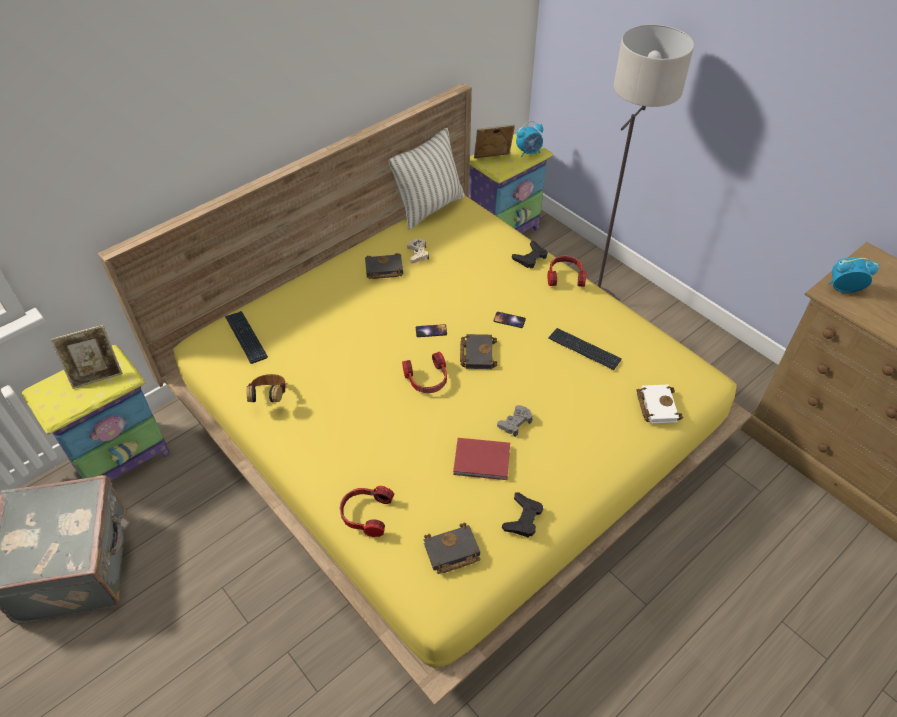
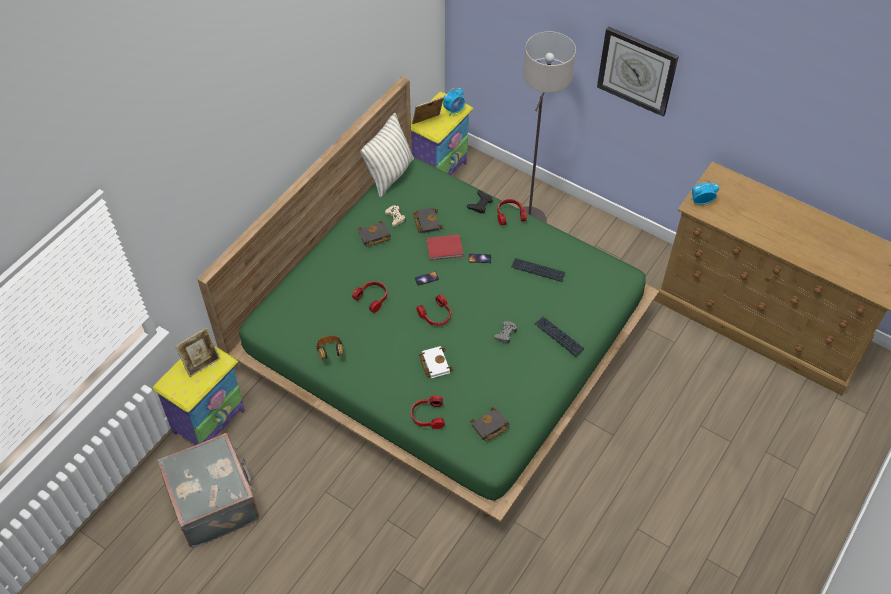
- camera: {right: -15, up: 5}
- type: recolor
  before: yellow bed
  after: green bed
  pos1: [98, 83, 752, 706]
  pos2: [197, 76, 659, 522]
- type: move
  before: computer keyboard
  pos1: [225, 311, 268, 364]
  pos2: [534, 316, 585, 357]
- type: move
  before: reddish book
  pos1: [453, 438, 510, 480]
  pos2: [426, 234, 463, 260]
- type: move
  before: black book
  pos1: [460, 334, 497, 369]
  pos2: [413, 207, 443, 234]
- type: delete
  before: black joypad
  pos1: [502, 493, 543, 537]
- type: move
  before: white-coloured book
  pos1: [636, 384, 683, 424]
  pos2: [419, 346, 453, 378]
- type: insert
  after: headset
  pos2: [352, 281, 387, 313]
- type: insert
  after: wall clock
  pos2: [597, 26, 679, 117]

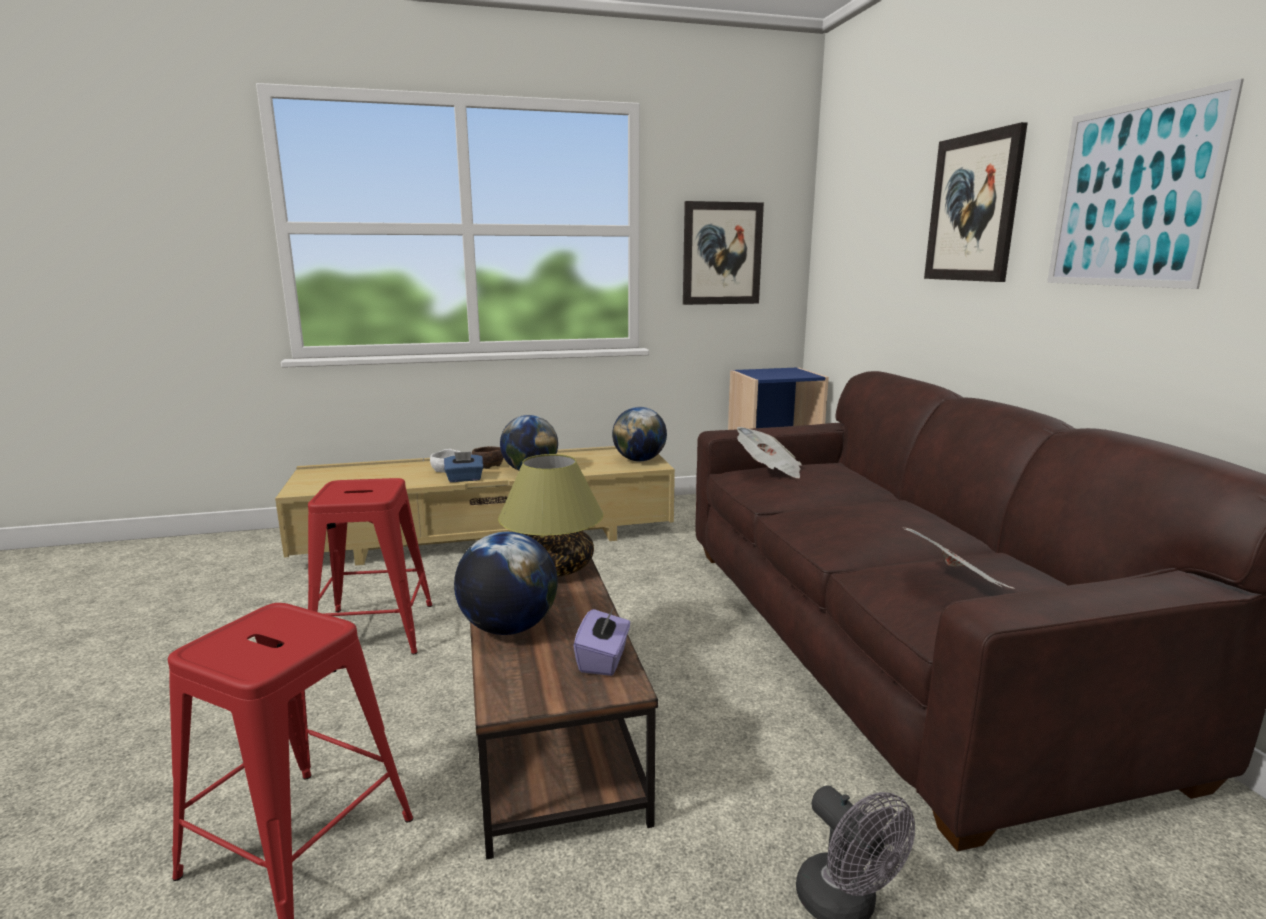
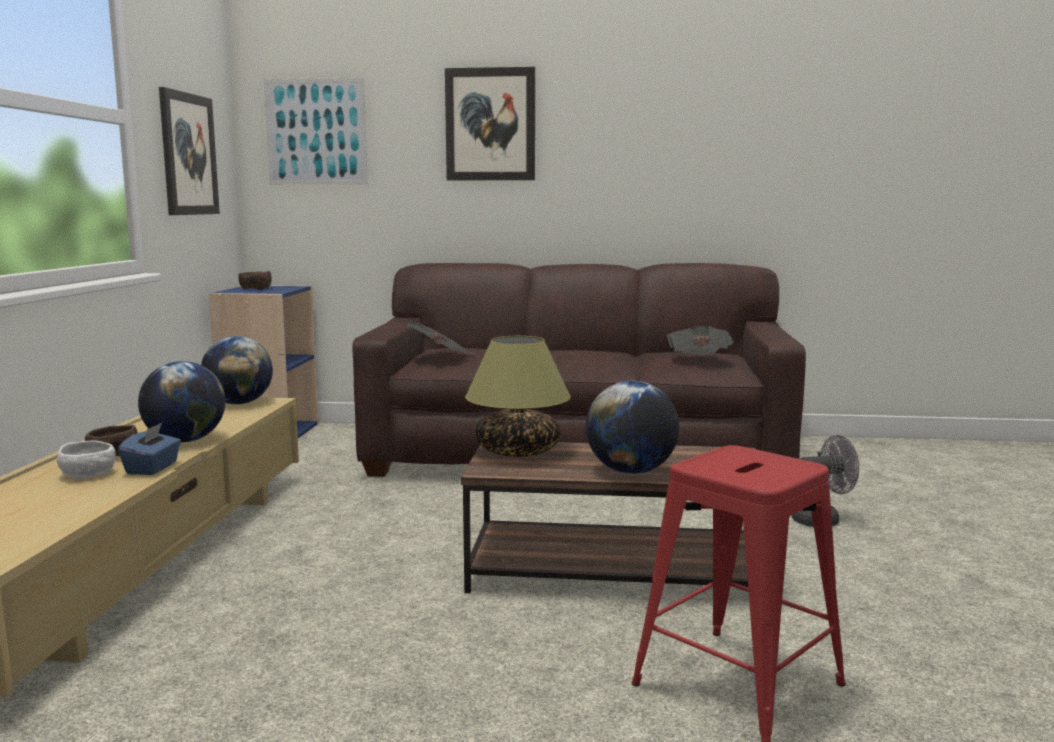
- camera: {right: -70, up: -5}
- type: delete
  before: reddish stool
  pos1: [308, 478, 433, 654]
- type: delete
  before: purple tissue box
  pos1: [573, 607, 630, 676]
- type: move
  before: picture
  pos1: [1047, 79, 1244, 289]
  pos2: [264, 78, 368, 184]
- type: insert
  after: brown-coloured serving bowl
  pos2: [238, 271, 272, 290]

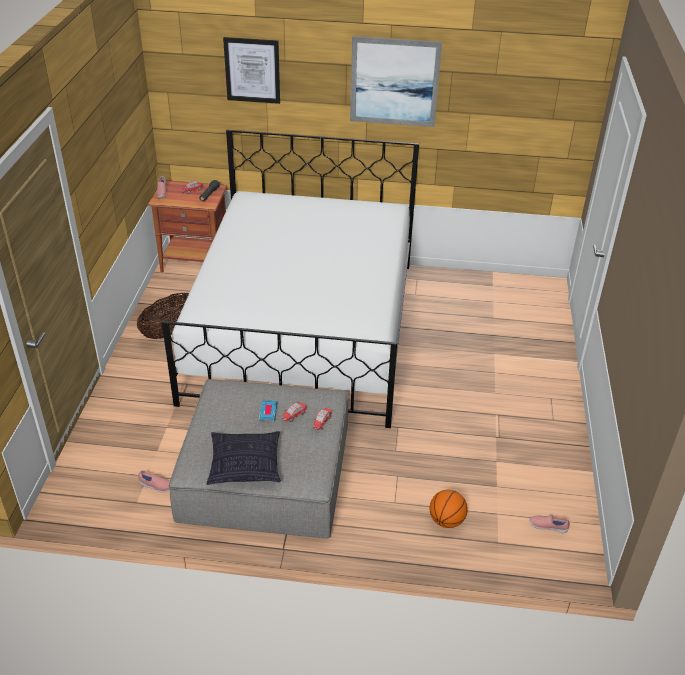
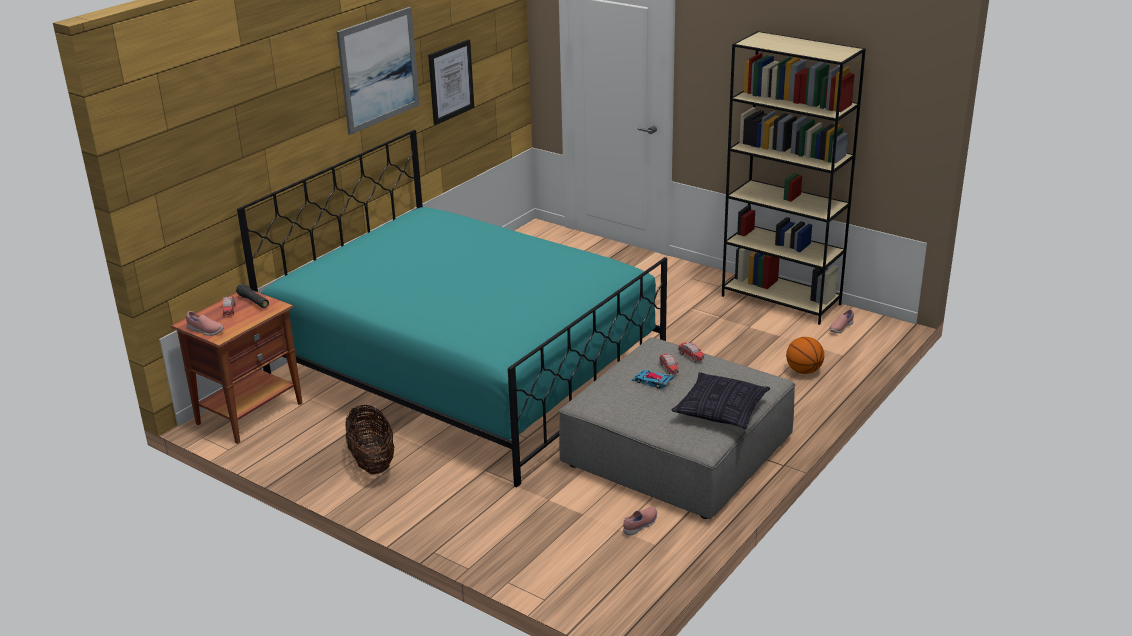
- camera: {right: -60, up: -10}
- type: recolor
  before: white-coloured bed
  after: turquoise-coloured bed
  pos1: [162, 130, 419, 428]
  pos2: [237, 130, 667, 487]
- type: move
  before: picture
  pos1: [223, 37, 280, 104]
  pos2: [428, 39, 474, 125]
- type: insert
  after: beige shelving unit
  pos2: [722, 31, 866, 325]

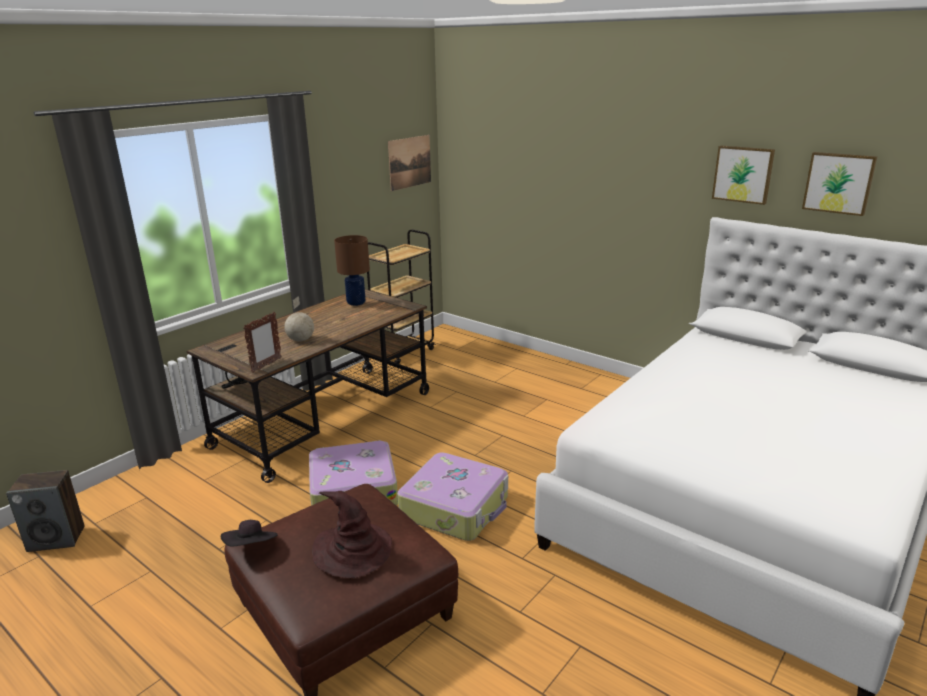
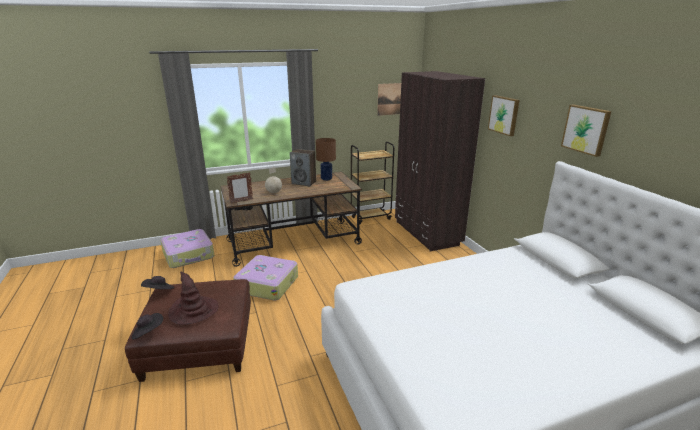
- camera: {right: 30, up: 0}
- type: move
  before: loudspeaker
  pos1: [6, 470, 85, 552]
  pos2: [290, 149, 316, 186]
- type: move
  before: travel case
  pos1: [397, 452, 508, 541]
  pos2: [160, 229, 215, 268]
- type: move
  before: picture
  pos1: [802, 152, 877, 216]
  pos2: [488, 95, 520, 136]
- type: insert
  after: black wearable hat
  pos2: [132, 313, 163, 340]
- type: insert
  after: brown-coloured armoire
  pos2: [395, 71, 485, 251]

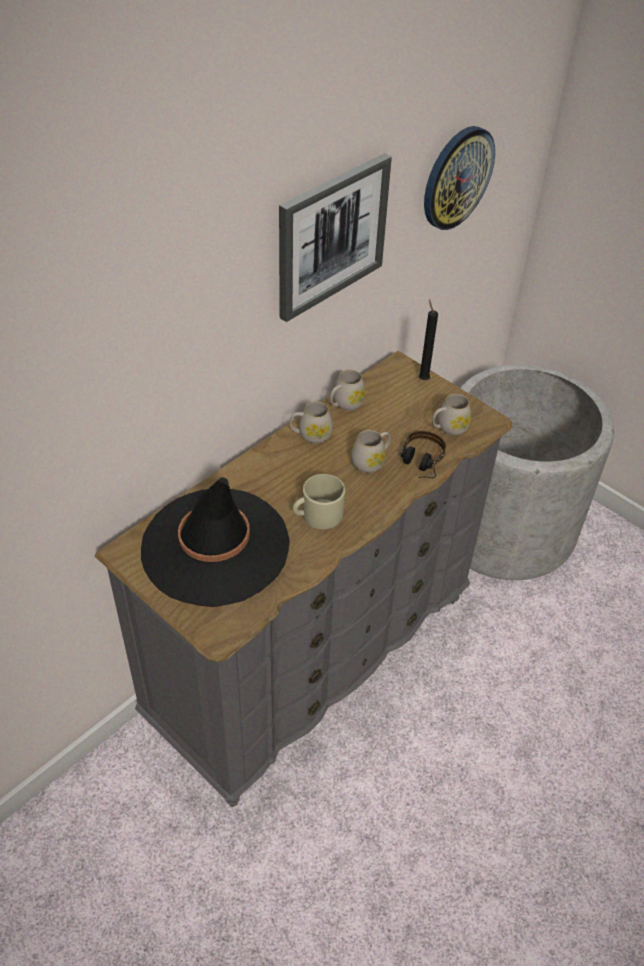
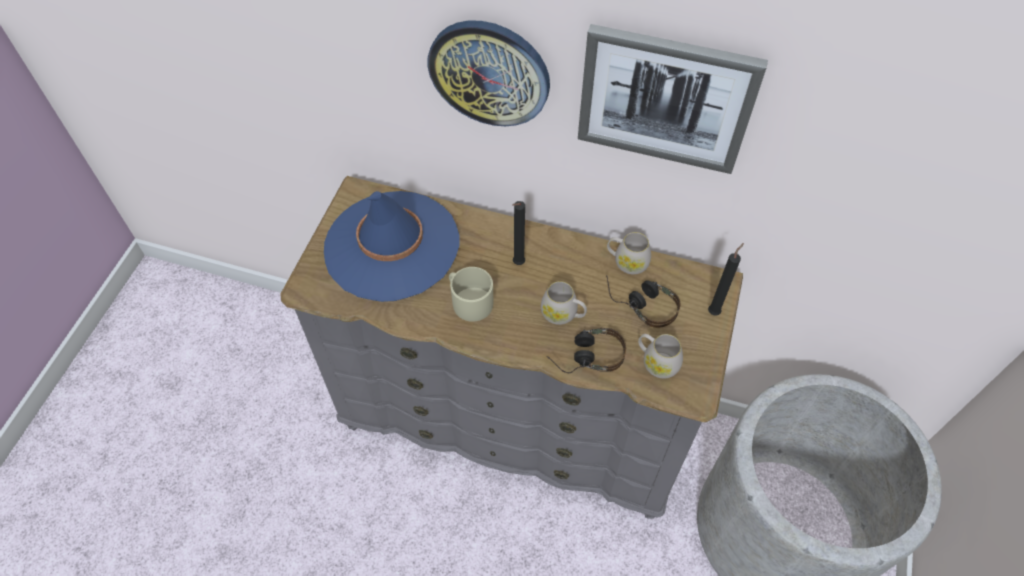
- camera: {right: 65, up: 10}
- type: recolor
  before: black wearable hat
  after: blue-coloured wearable hat
  pos1: [141, 477, 290, 607]
  pos2: [324, 191, 459, 302]
- type: delete
  before: white-coloured mug
  pos1: [290, 401, 333, 444]
- type: move
  before: wall clock
  pos1: [424, 126, 495, 230]
  pos2: [427, 20, 550, 126]
- type: insert
  after: black candle
  pos2: [512, 201, 525, 265]
- type: insert
  after: headset
  pos2: [606, 275, 680, 328]

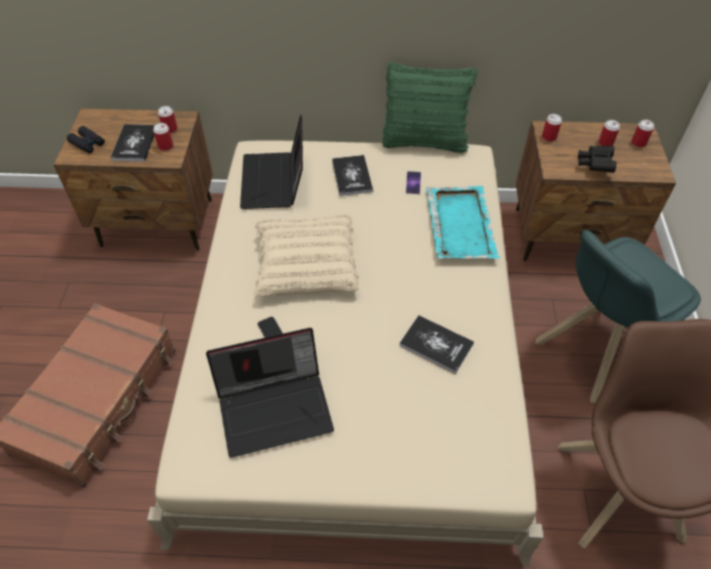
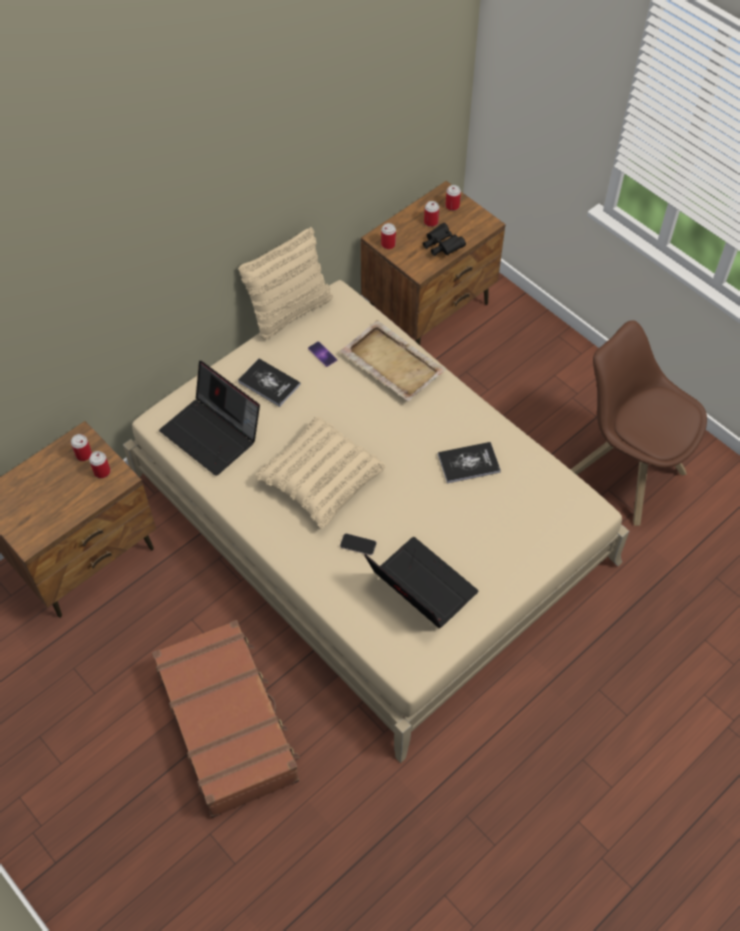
- camera: {right: -45, up: 5}
- type: delete
  before: black field glasses
  pos1: [67, 126, 105, 153]
- type: delete
  before: book
  pos1: [110, 124, 155, 162]
- type: rotate
  before: laptop
  pos1: [206, 328, 334, 458]
  pos2: [364, 537, 478, 628]
  turn: -75
- type: recolor
  before: green pillow
  after: beige pillow
  pos1: [382, 62, 478, 153]
  pos2: [238, 227, 333, 340]
- type: recolor
  before: turquoise-coloured carrying tray
  after: beige carrying tray
  pos1: [426, 186, 500, 259]
  pos2: [339, 320, 446, 401]
- type: delete
  before: turquoise-coloured chair
  pos1: [536, 230, 701, 403]

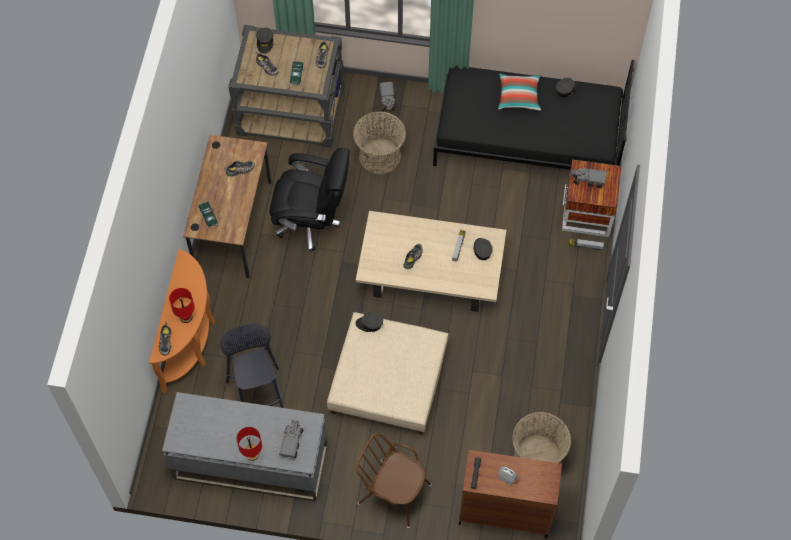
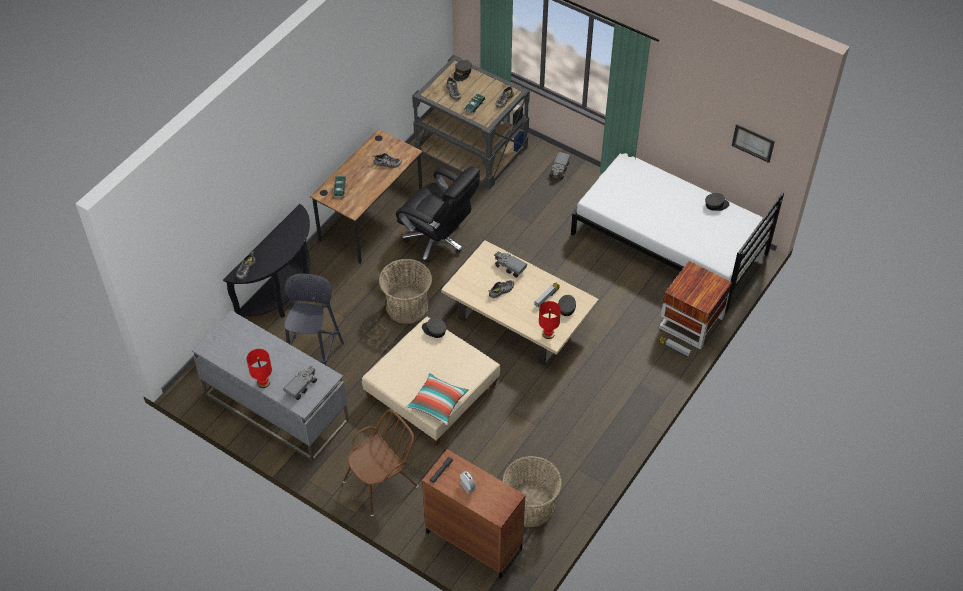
- camera: {right: 25, up: -10}
- type: recolor
  before: orange narrow table
  after: black narrow table
  pos1: [149, 249, 215, 393]
  pos2: [223, 204, 312, 318]
- type: move
  before: reddish lamp for a table
  pos1: [169, 288, 195, 323]
  pos2: [539, 301, 561, 339]
- type: move
  before: household basket
  pos1: [353, 112, 406, 175]
  pos2: [379, 259, 432, 324]
- type: rotate
  before: brown-coloured chair
  pos1: [356, 433, 432, 528]
  pos2: [343, 409, 419, 516]
  turn: 90
- type: recolor
  before: black bed
  after: white-coloured bed
  pos1: [433, 60, 634, 170]
  pos2: [571, 153, 784, 312]
- type: move
  before: pillow
  pos1: [498, 74, 541, 111]
  pos2: [407, 373, 468, 425]
- type: move
  before: toy lorry
  pos1: [571, 168, 607, 188]
  pos2: [494, 252, 527, 278]
- type: insert
  after: picture
  pos2: [732, 124, 775, 163]

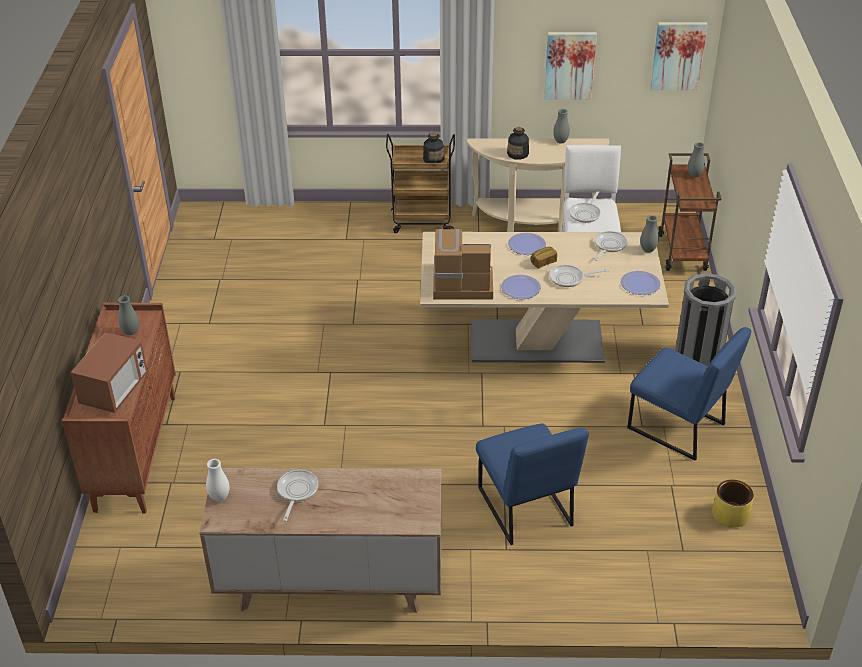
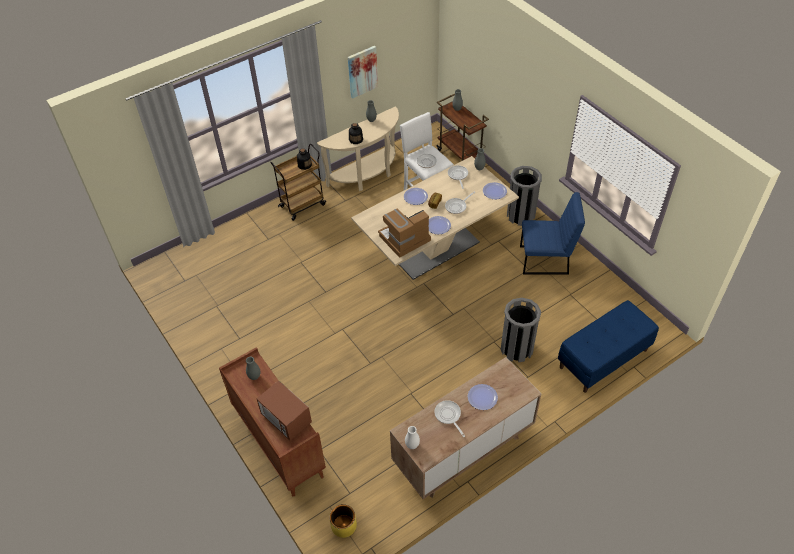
- camera: {right: -35, up: 10}
- type: rotate
  before: kitchen microwave
  pos1: [70, 332, 148, 413]
  pos2: [256, 380, 312, 441]
  turn: 150
- type: replace
  before: blue-coloured chair
  after: greyish waste bin
  pos1: [476, 424, 589, 545]
  pos2: [501, 298, 541, 362]
- type: delete
  before: picture
  pos1: [650, 22, 708, 91]
- type: move
  before: yellow flower pot
  pos1: [712, 480, 754, 528]
  pos2: [329, 504, 357, 538]
- type: insert
  after: plate
  pos2: [468, 384, 498, 410]
- type: insert
  after: blue-coloured indoor bench
  pos2: [558, 300, 659, 393]

